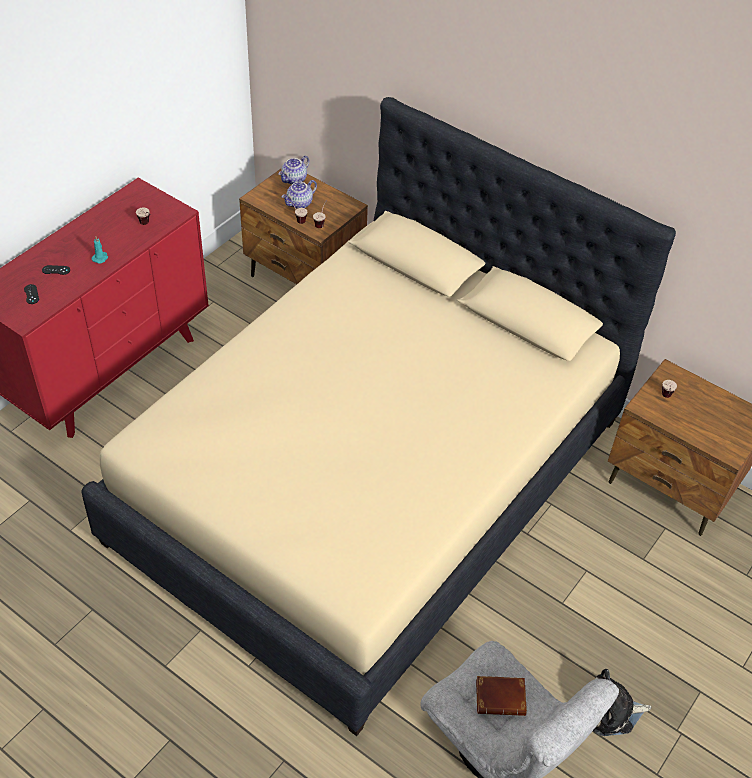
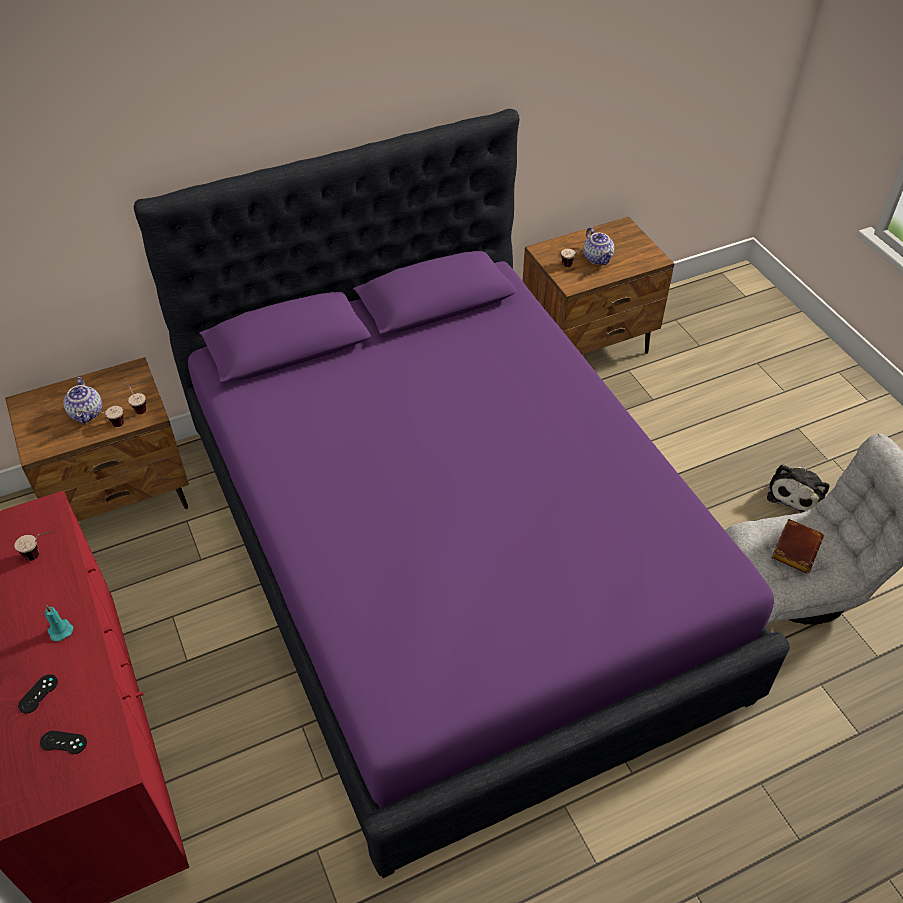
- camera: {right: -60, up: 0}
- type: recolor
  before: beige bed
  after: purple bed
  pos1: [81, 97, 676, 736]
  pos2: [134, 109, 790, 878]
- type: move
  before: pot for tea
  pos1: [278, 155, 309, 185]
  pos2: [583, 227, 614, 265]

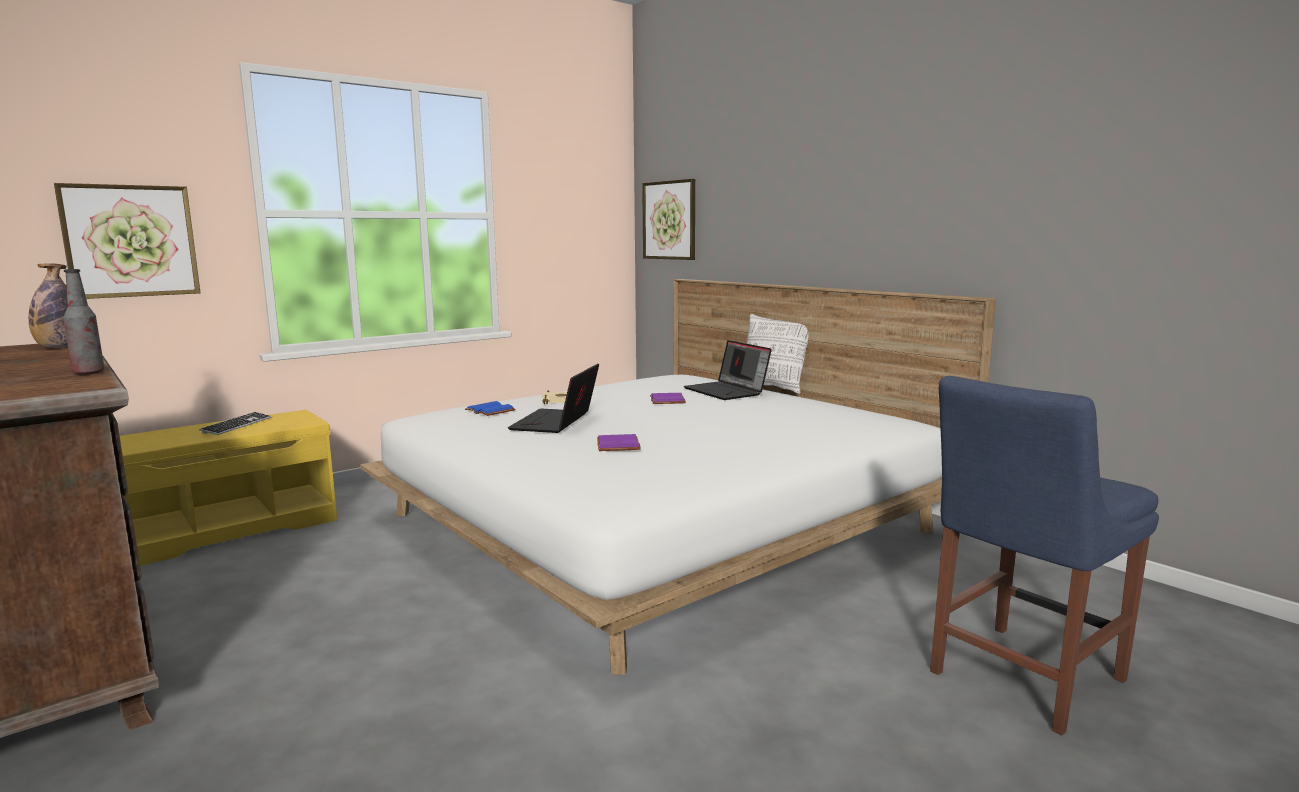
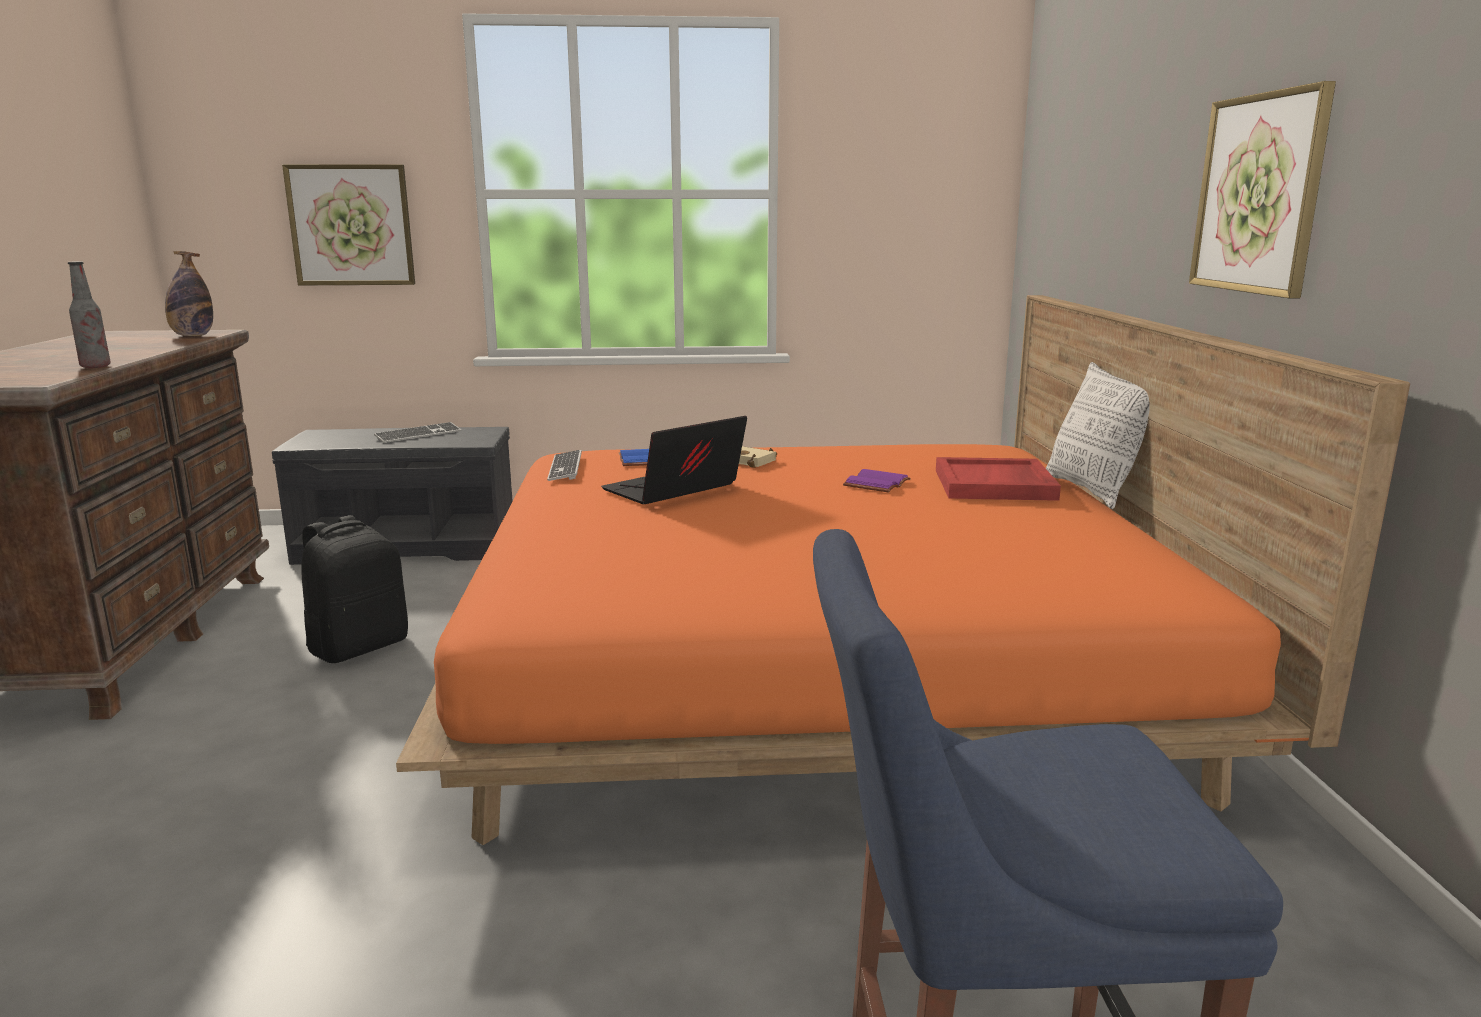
- camera: {right: 35, up: 5}
- type: recolor
  before: yellow indoor bench
  after: greyish indoor bench
  pos1: [120, 410, 337, 566]
  pos2: [272, 427, 513, 565]
- type: recolor
  before: white-coloured bed
  after: orange bed
  pos1: [360, 279, 996, 675]
  pos2: [396, 295, 1410, 845]
- type: delete
  before: purple book
  pos1: [597, 434, 641, 451]
- type: move
  before: picture
  pos1: [642, 179, 695, 260]
  pos2: [1189, 81, 1336, 299]
- type: replace
  before: laptop
  after: reddish carrying tray
  pos1: [684, 340, 772, 400]
  pos2: [936, 457, 1061, 501]
- type: insert
  after: black rucksack
  pos2: [301, 515, 408, 663]
- type: insert
  after: computer keyboard
  pos2: [547, 450, 582, 481]

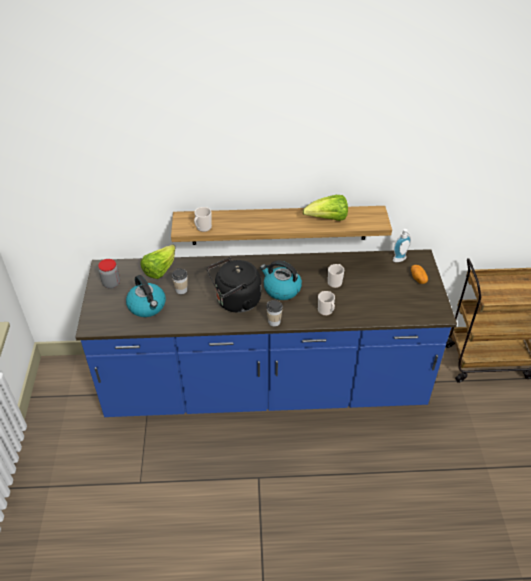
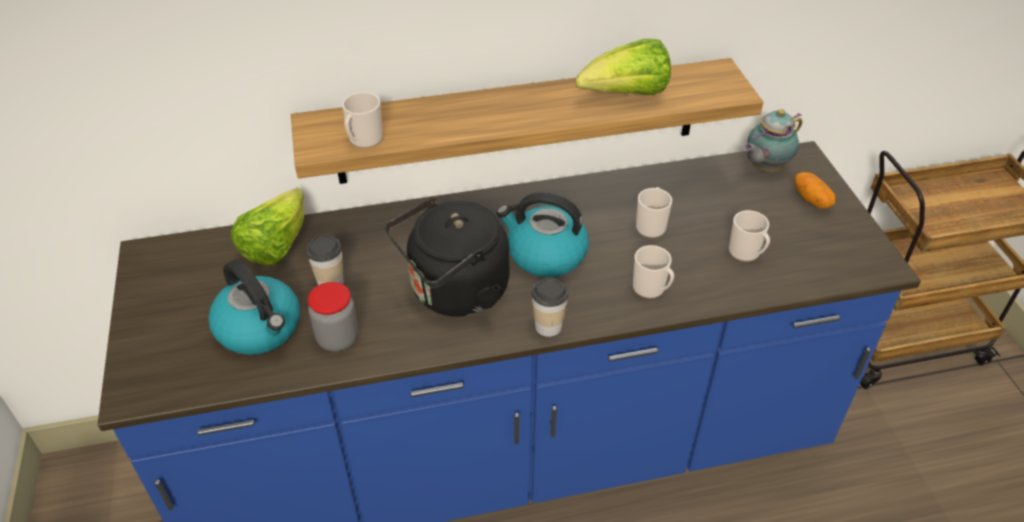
- camera: {right: -10, up: 0}
- type: move
  before: storage jar
  pos1: [98, 259, 120, 289]
  pos2: [308, 282, 358, 351]
- type: replace
  before: soap dispenser
  after: pot for tea
  pos1: [393, 229, 411, 262]
  pos2: [744, 109, 802, 172]
- type: insert
  after: mug
  pos2: [728, 210, 770, 262]

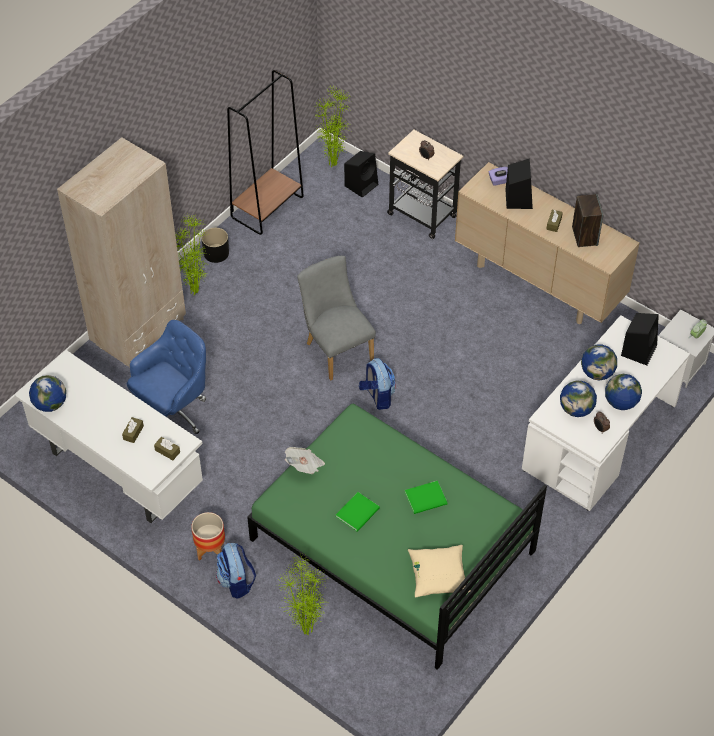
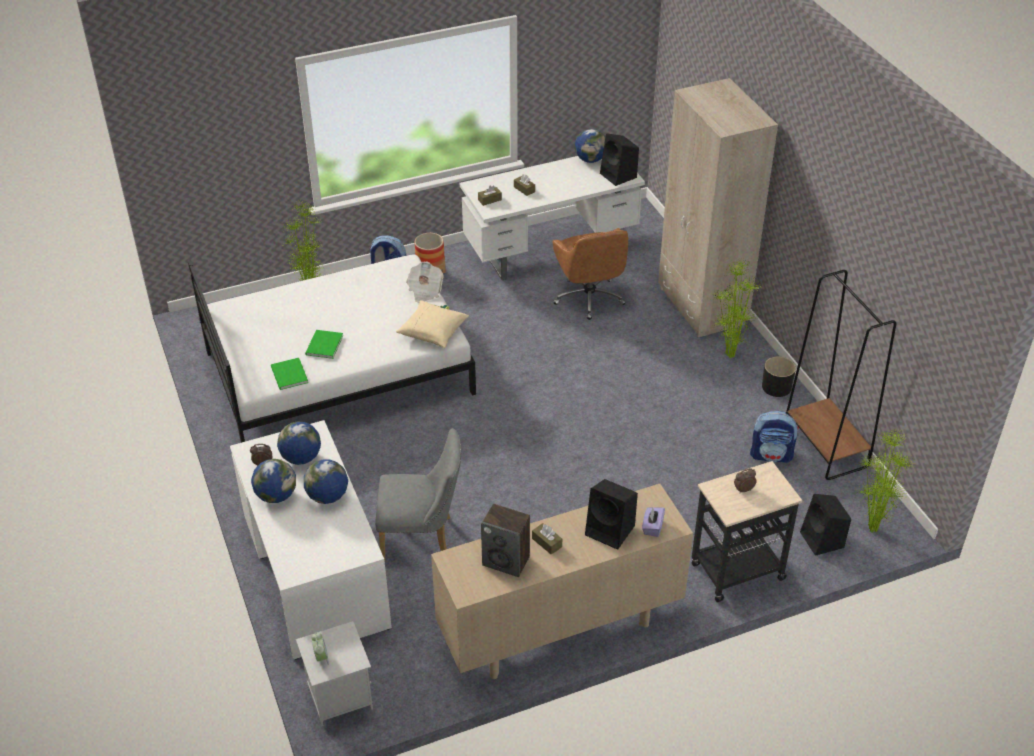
- camera: {right: 120, up: -10}
- type: recolor
  before: blue-coloured computer chair
  after: brown-coloured computer chair
  pos1: [127, 320, 206, 434]
  pos2: [553, 228, 628, 320]
- type: recolor
  before: green bed
  after: white-coloured bed
  pos1: [247, 404, 547, 670]
  pos2: [188, 255, 476, 443]
- type: move
  before: greyish chair
  pos1: [297, 256, 376, 380]
  pos2: [375, 428, 461, 561]
- type: move
  before: green book
  pos1: [336, 492, 380, 532]
  pos2: [271, 358, 308, 390]
- type: move
  before: rucksack
  pos1: [359, 358, 396, 410]
  pos2: [750, 411, 799, 463]
- type: move
  before: beige pillow
  pos1: [408, 545, 470, 598]
  pos2: [396, 300, 469, 348]
- type: move
  before: black loudspeaker
  pos1: [621, 313, 659, 366]
  pos2: [600, 133, 639, 186]

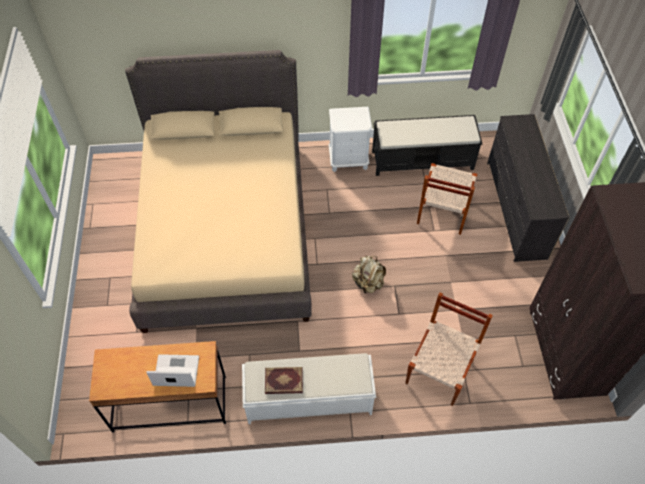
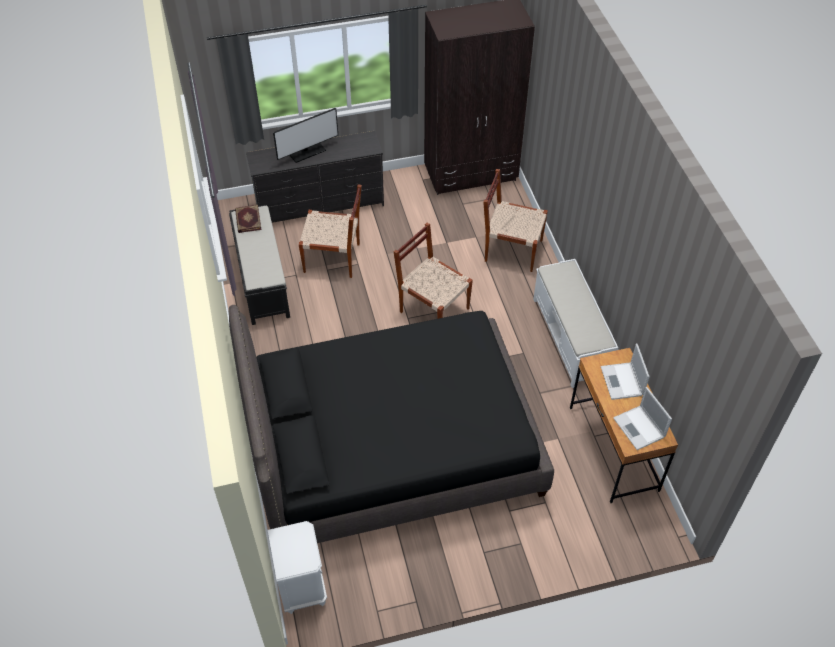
- camera: {right: -100, up: -5}
- type: recolor
  before: beige bed
  after: black bed
  pos1: [125, 50, 312, 333]
  pos2: [229, 305, 554, 543]
- type: move
  before: book
  pos1: [265, 367, 303, 394]
  pos2: [235, 205, 261, 233]
- type: move
  before: white-coloured nightstand
  pos1: [329, 107, 372, 172]
  pos2: [268, 521, 327, 614]
- type: replace
  before: beige rucksack
  after: chair
  pos1: [352, 256, 386, 294]
  pos2: [394, 223, 473, 319]
- type: insert
  after: computer screen
  pos2: [273, 108, 338, 163]
- type: insert
  after: laptop
  pos2: [613, 387, 672, 450]

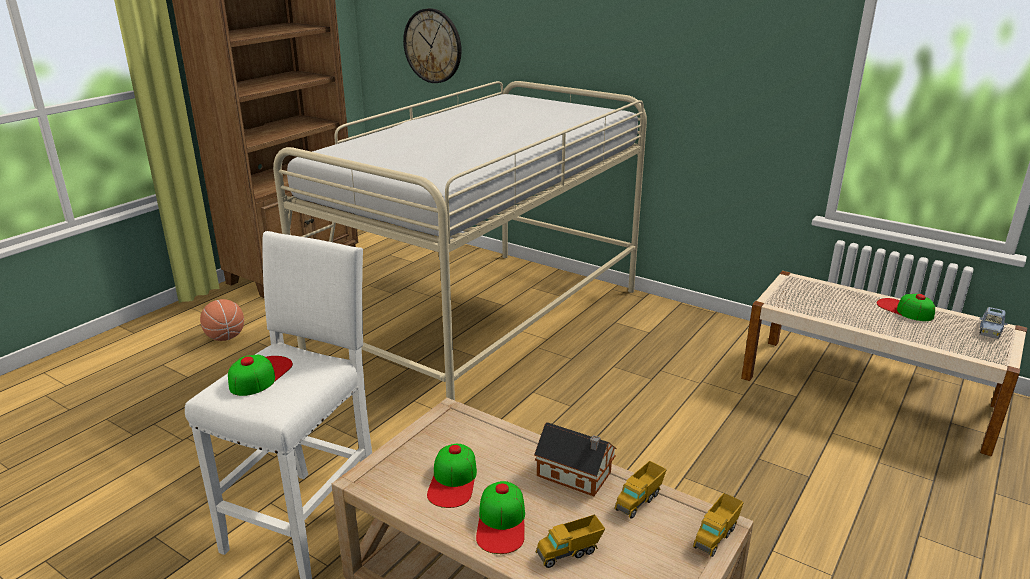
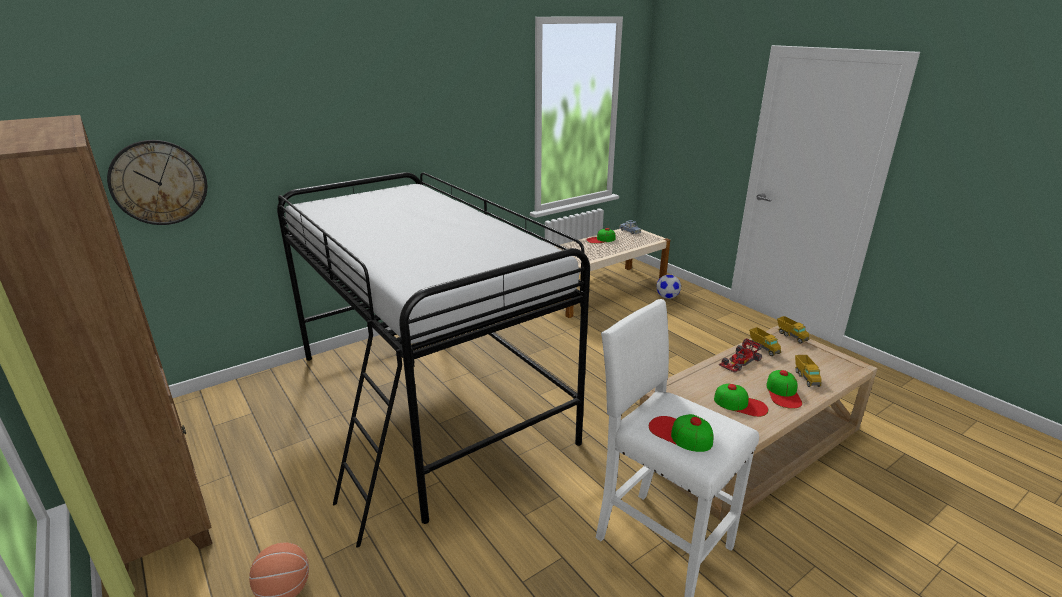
- camera: {right: -70, up: 0}
- type: recolor
  before: beige bed
  after: black bed
  pos1: [273, 81, 647, 400]
  pos2: [277, 172, 590, 548]
- type: rotate
  before: baseball cap
  pos1: [476, 481, 525, 554]
  pos2: [766, 370, 802, 409]
  turn: 75
- type: replace
  before: toy house
  after: miniature car
  pos1: [534, 422, 617, 496]
  pos2: [719, 338, 762, 373]
- type: insert
  after: football
  pos2: [656, 275, 681, 299]

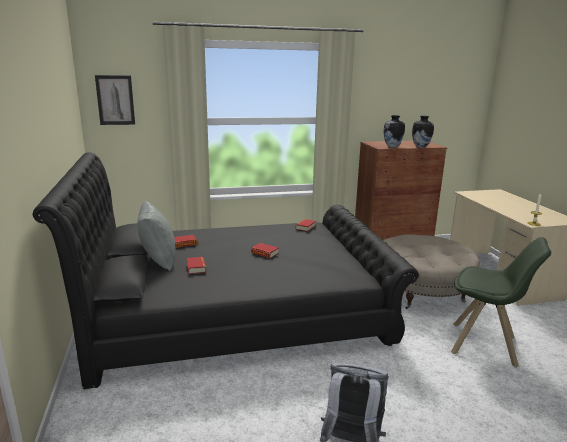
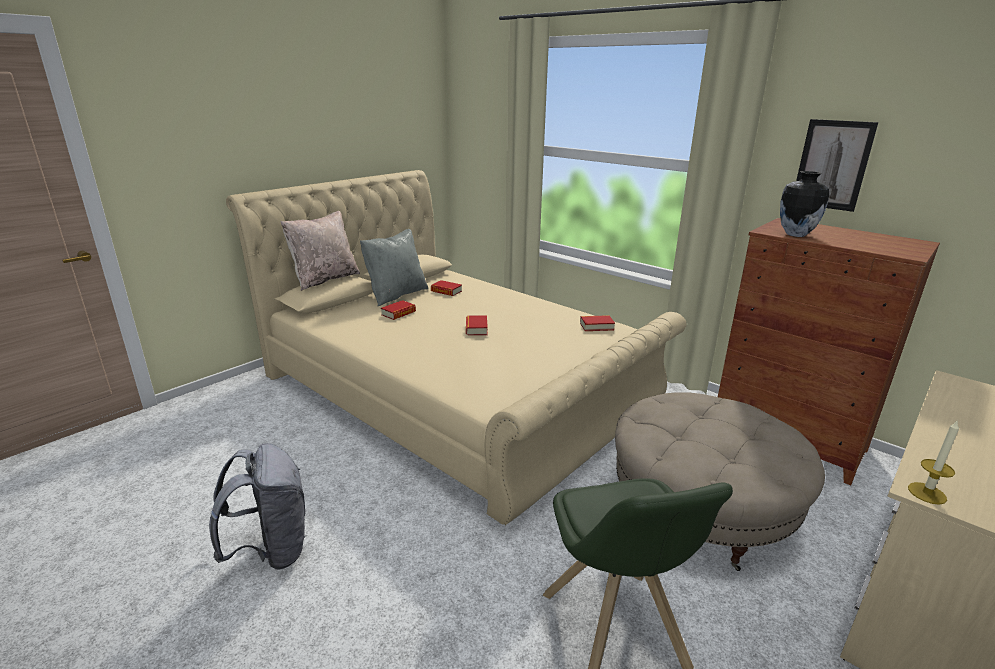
- camera: {right: 55, up: 5}
- type: recolor
  before: black bed
  after: beige bed
  pos1: [32, 152, 419, 389]
  pos2: [226, 170, 687, 526]
- type: move
  before: picture
  pos1: [95, 75, 135, 125]
  pos2: [796, 119, 878, 212]
- type: delete
  before: vase
  pos1: [412, 116, 434, 148]
- type: insert
  after: beige pillow
  pos2: [281, 211, 360, 291]

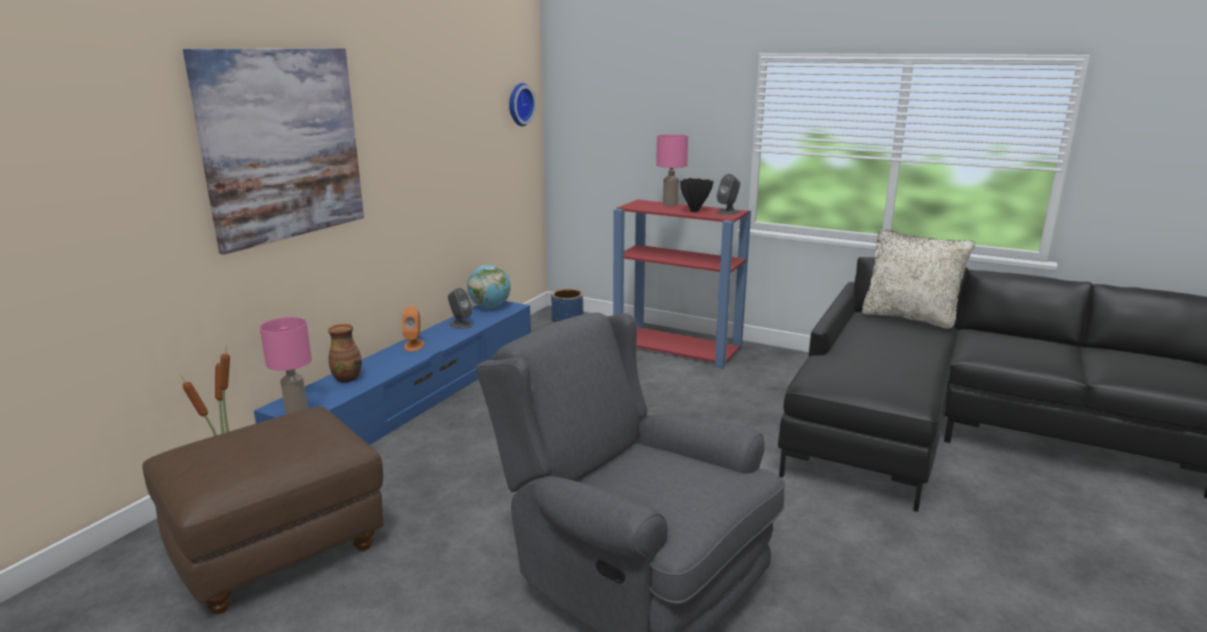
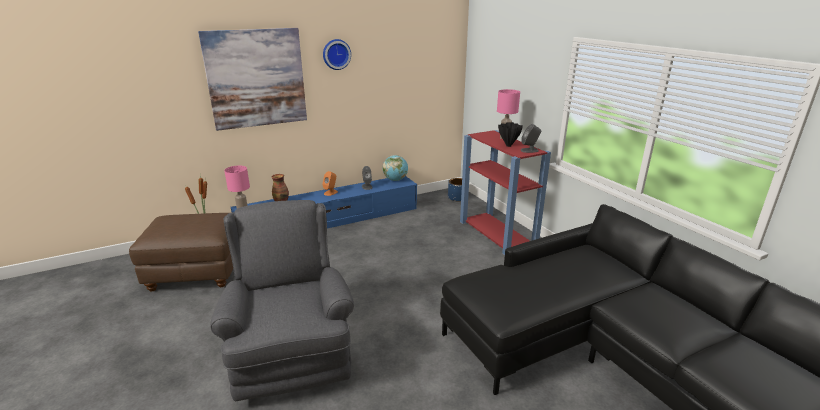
- camera: {right: 35, up: 5}
- type: move
  before: wall clock
  pos1: [509, 83, 536, 126]
  pos2: [323, 39, 351, 70]
- type: delete
  before: beige pillow
  pos1: [862, 228, 976, 329]

